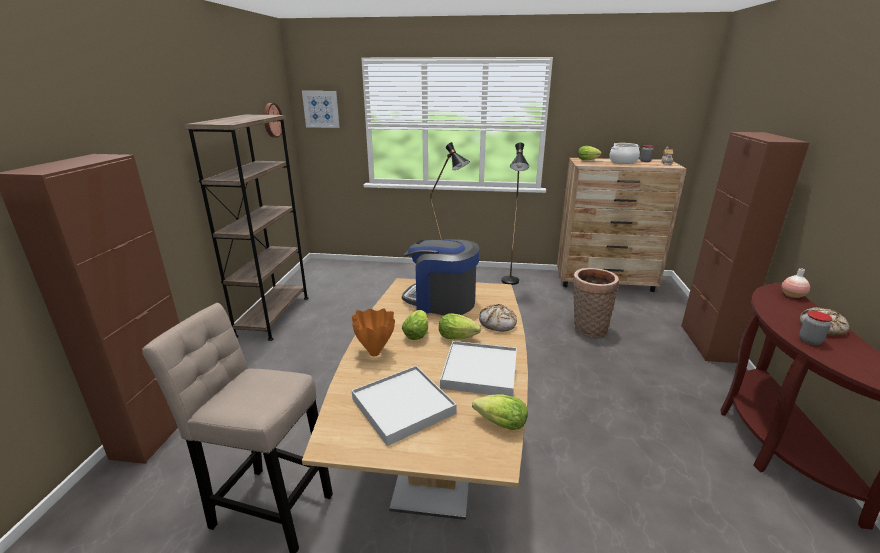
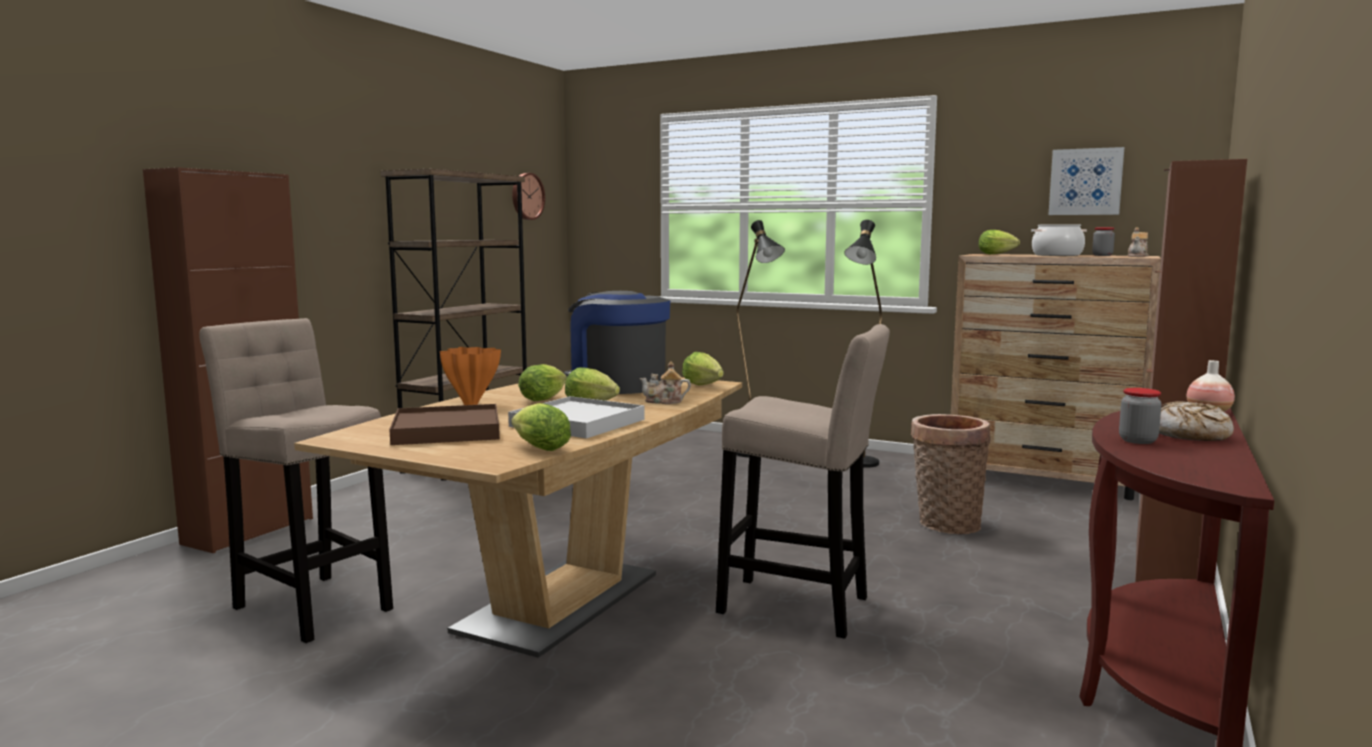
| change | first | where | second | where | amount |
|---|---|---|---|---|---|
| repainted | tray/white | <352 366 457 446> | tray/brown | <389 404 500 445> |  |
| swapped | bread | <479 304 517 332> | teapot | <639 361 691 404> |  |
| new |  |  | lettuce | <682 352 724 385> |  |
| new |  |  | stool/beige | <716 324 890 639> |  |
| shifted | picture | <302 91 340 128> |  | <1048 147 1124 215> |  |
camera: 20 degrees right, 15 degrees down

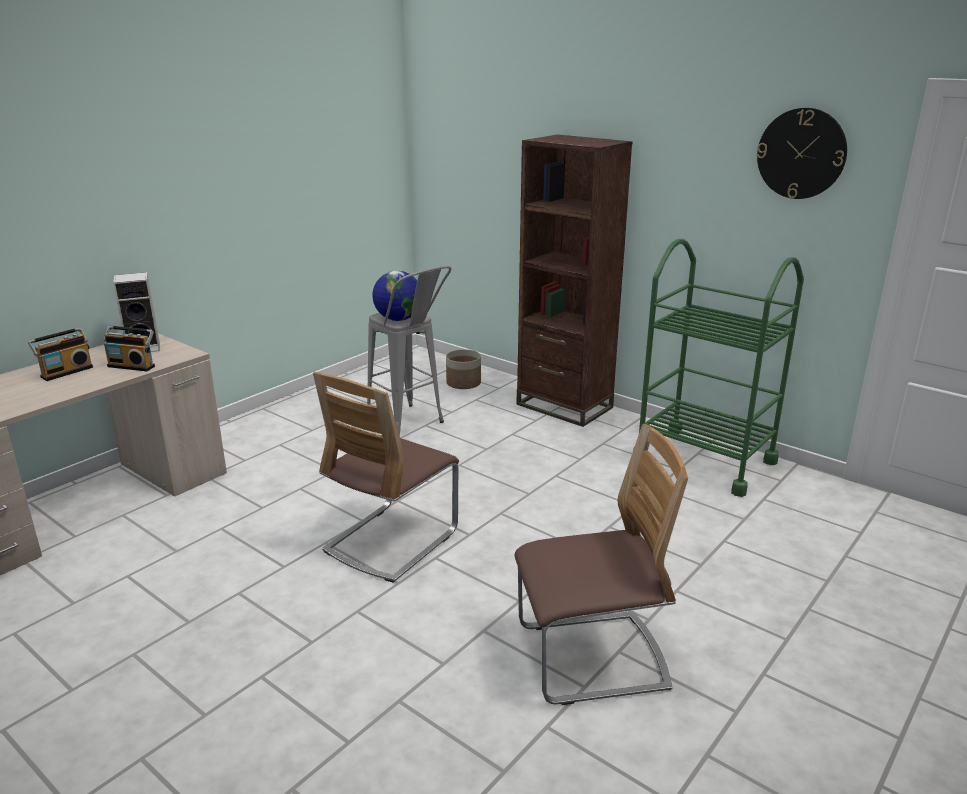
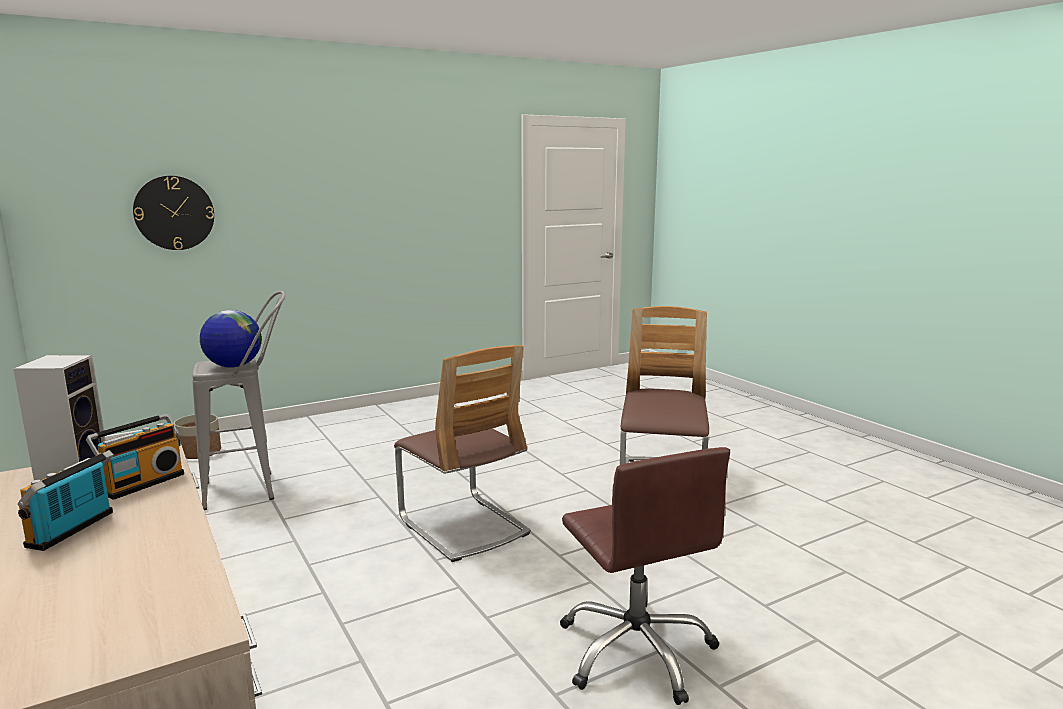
| change | first | where | second | where | amount |
|---|---|---|---|---|---|
| rotated | radio | <28 327 93 381> |  | <18 450 114 551> | 135 degrees counterclockwise |
| shifted | wall clock | <757 108 847 199> |  | <133 176 214 250> |  |
| new |  |  | office chair/brown | <560 447 730 705> |  |
| gone | bookcase/brown | <517 135 633 427> |  |  |  |
| gone | cart/green | <633 239 804 497> |  |  |  |
camera: 70 degrees left, 10 degrees down

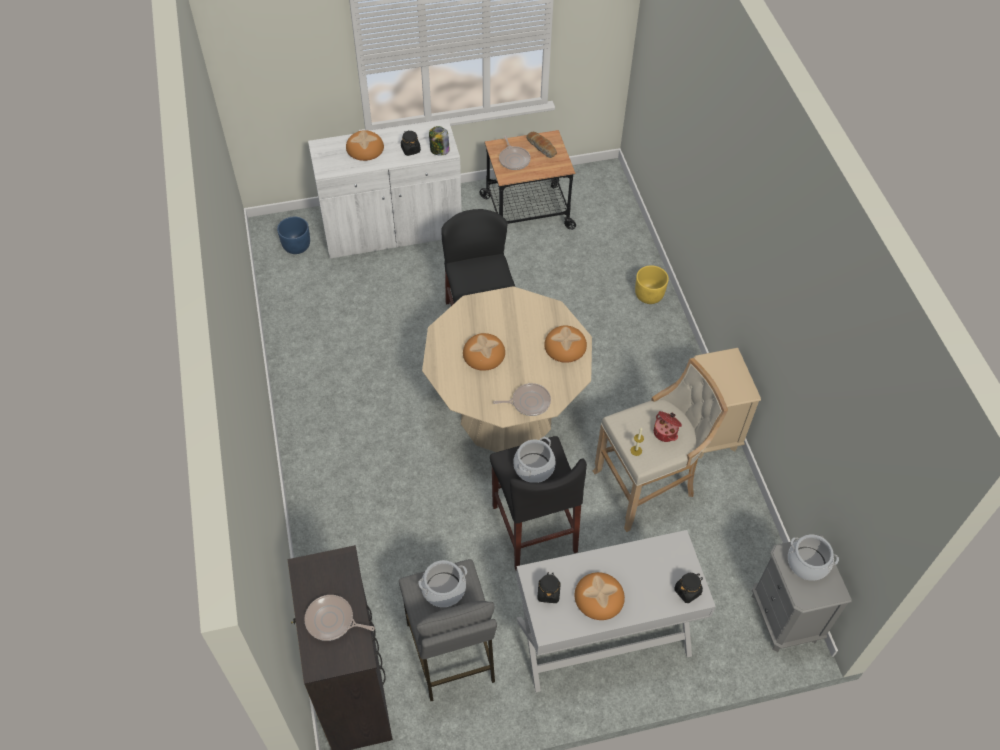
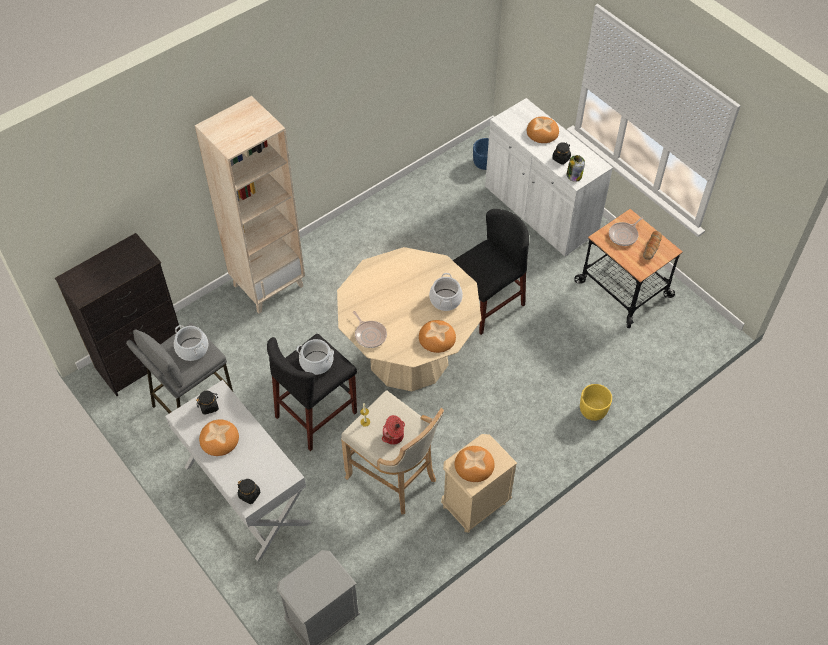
| change | first | where | second | where | amount |
|---|---|---|---|---|---|
| new |  |  | bookcase/beige | <195 96 305 314> |  |
| shifted | cooking pot | <788 535 839 581> |  | <429 273 463 311> |  |
| shifted | bread | <463 333 505 371> |  | <455 446 495 482> |  |
| gone | frying pan | <304 595 375 641> |  |  |  |
camera: 65 degrees right, 0 degrees up

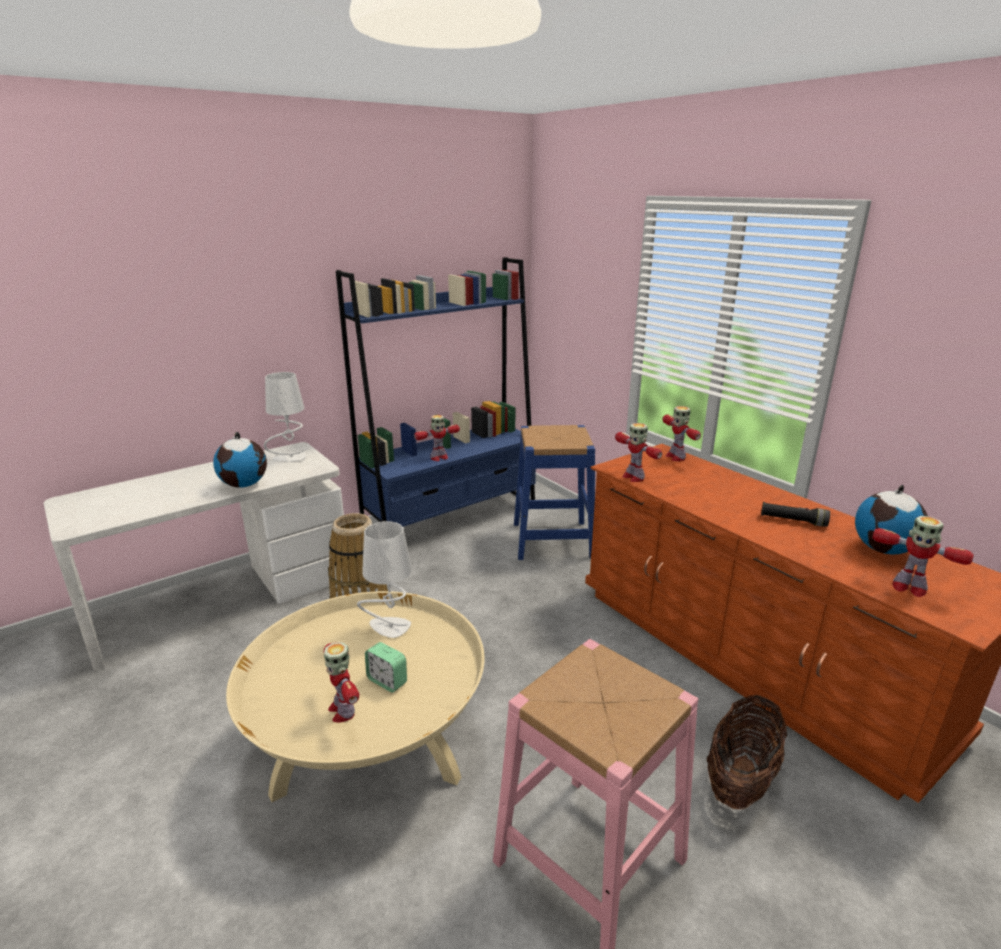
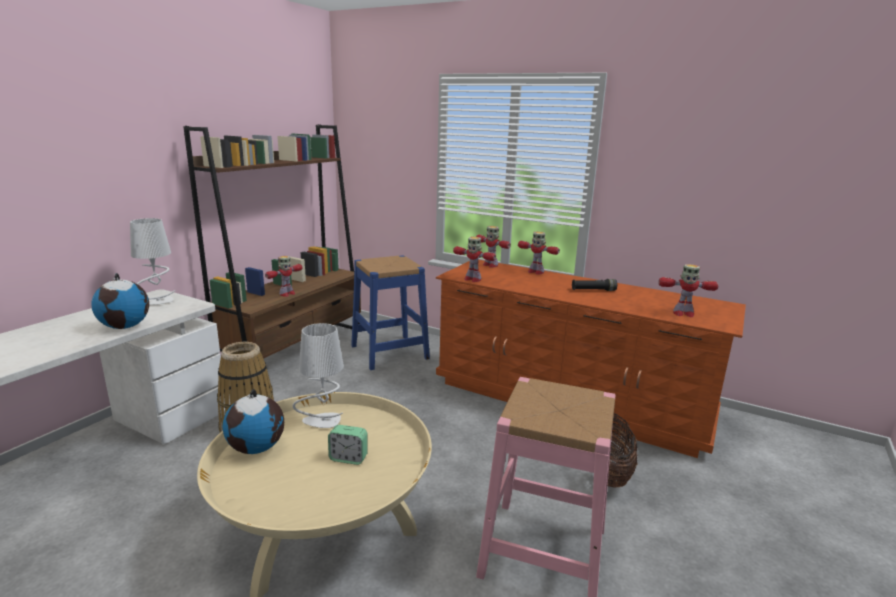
| change | first | where | second | where | amount |
|---|---|---|---|---|---|
| repainted | bookcase/blue | <336 257 536 527> | bookcase/brown | <184 124 361 359> |  |
| shifted | globe | <855 485 928 555> |  | <223 389 284 454> |  |
| shifted | toy robot | <324 642 359 722> |  | <518 232 560 275> |  |
camera: 25 degrees left, 5 degrees down

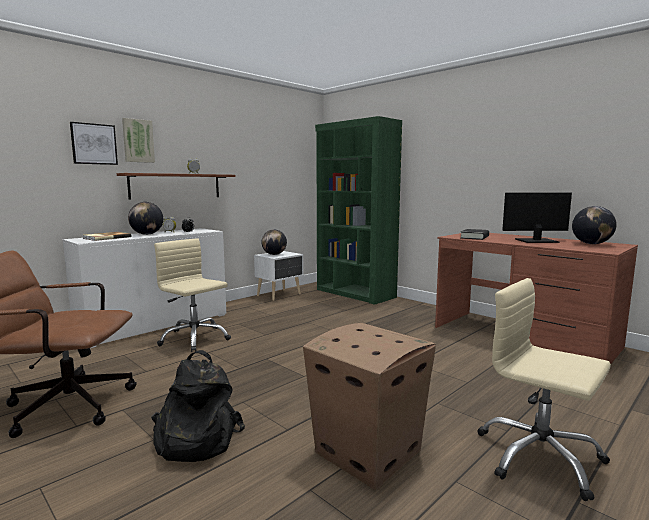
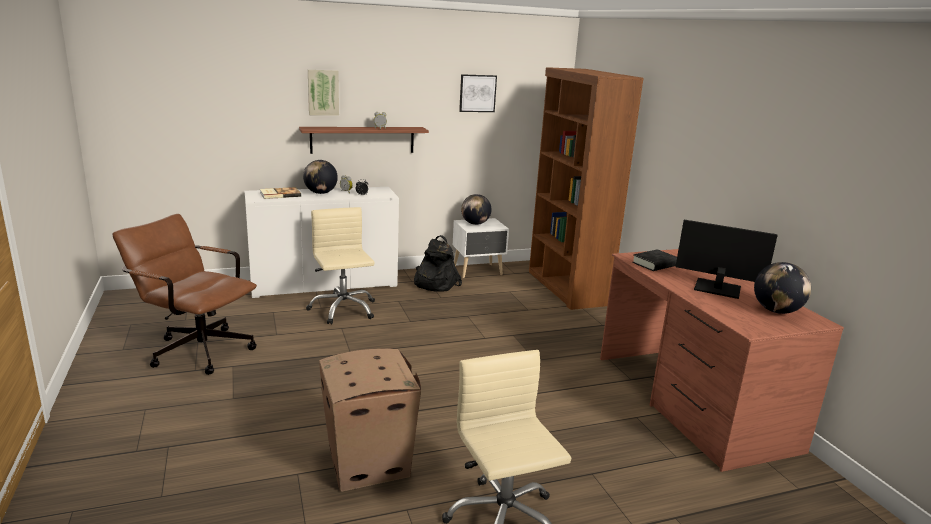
| change | first | where | second | where | amount |
|---|---|---|---|---|---|
| shifted | backpack/black | <151 350 245 462> |  | <414 235 462 291> |  |
| shifted | picture | <70 122 118 165> |  | <459 74 497 112> |  |
| repainted | bookcase/green | <315 116 402 305> | bookcase/brown | <529 67 644 310> |  |
camera: 25 degrees right, 10 degrees up

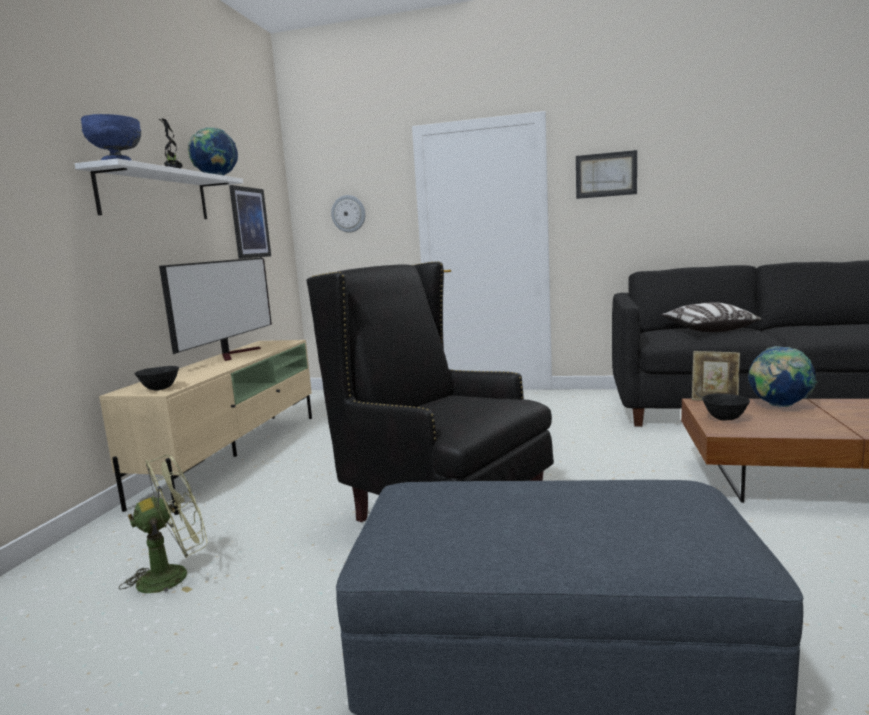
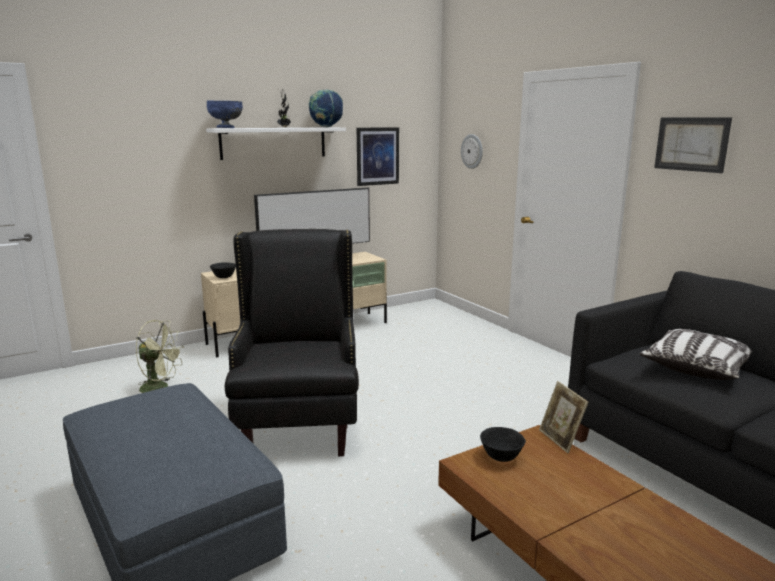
| change | first | where | second | where | amount |
|---|---|---|---|---|---|
| gone | globe | <748 346 817 407> |  |  |  |
camera: 45 degrees right, 5 degrees up

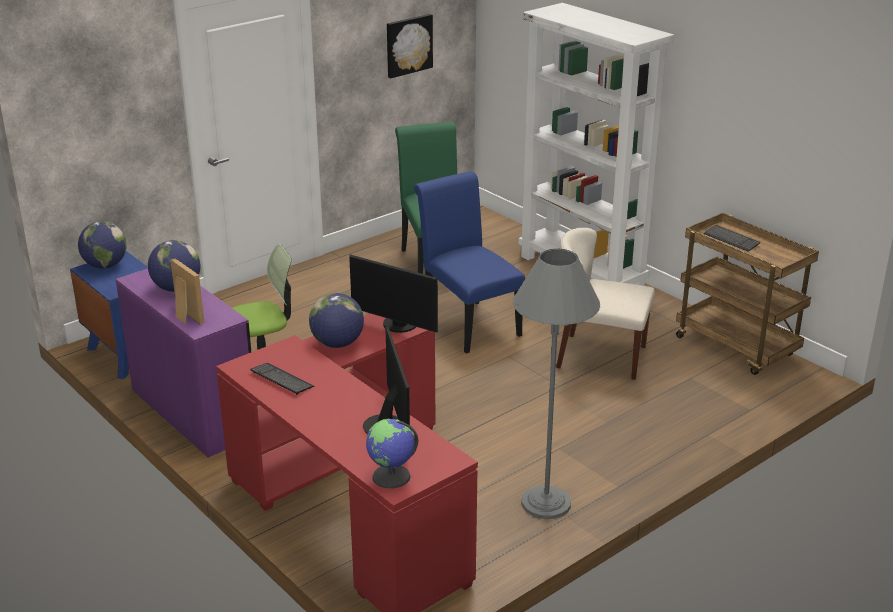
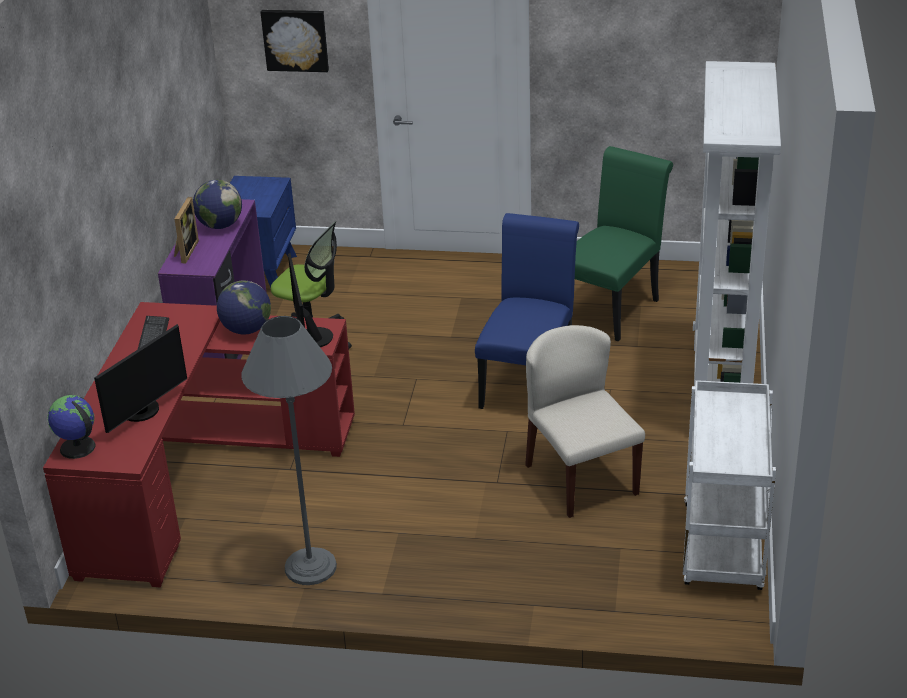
| change | first | where | second | where | amount |
|---|---|---|---|---|---|
| shifted | picture | <387 14 433 78> |  | <260 10 329 72> |  |
| repainted | cart/brown | <676 213 819 375> | cart/white | <683 380 776 590> |  |
| gone | globe | <78 221 127 268> |  |  |  |
| gone | keyboard | <703 225 760 252> |  |  |  |
camera: 50 degrees right, 5 degrees up

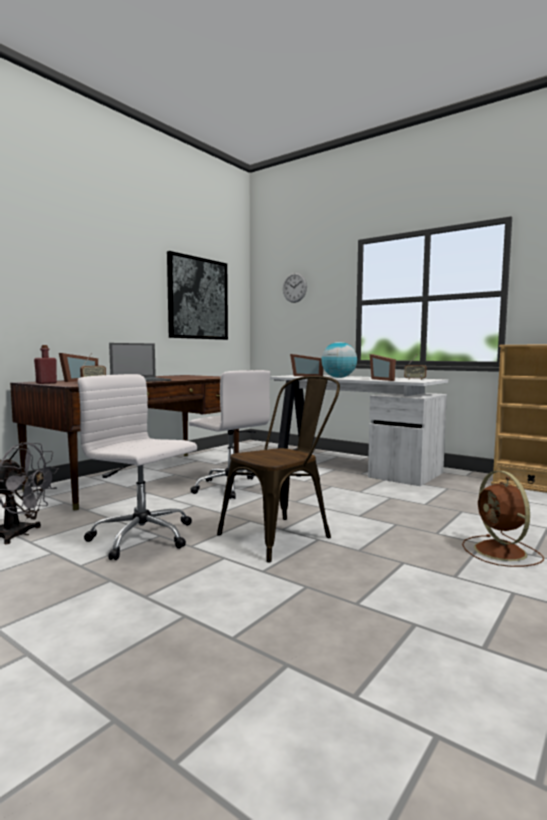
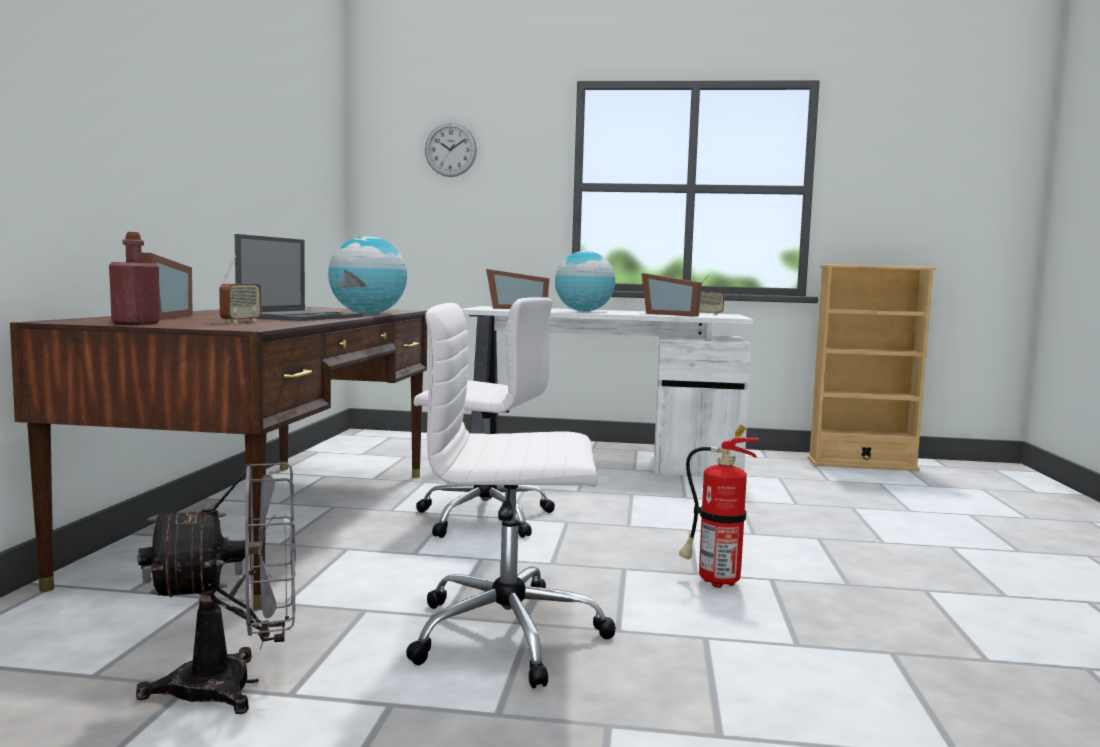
| change | first | where | second | where | amount |
|---|---|---|---|---|---|
| new |  |  | globe | <328 236 407 314> |  |
| swapped | chair/brown | <217 376 340 563> | fire extinguisher | <679 424 759 588> |  |
| gone | picture | <167 251 228 340> |  |  |  |
| gone | fan/brown | <462 471 544 567> |  |  |  |
camera: 30 degrees left, 0 degrees up

